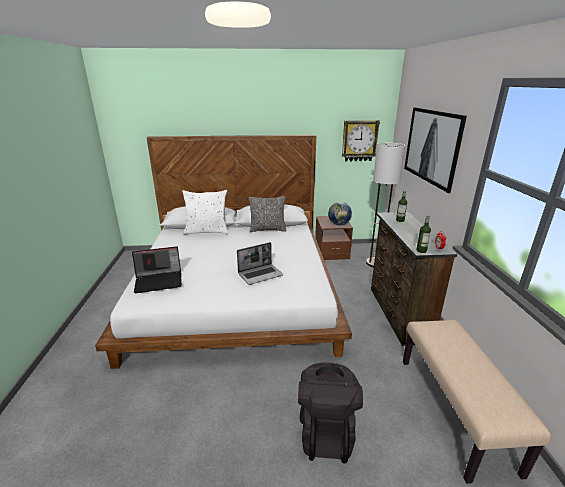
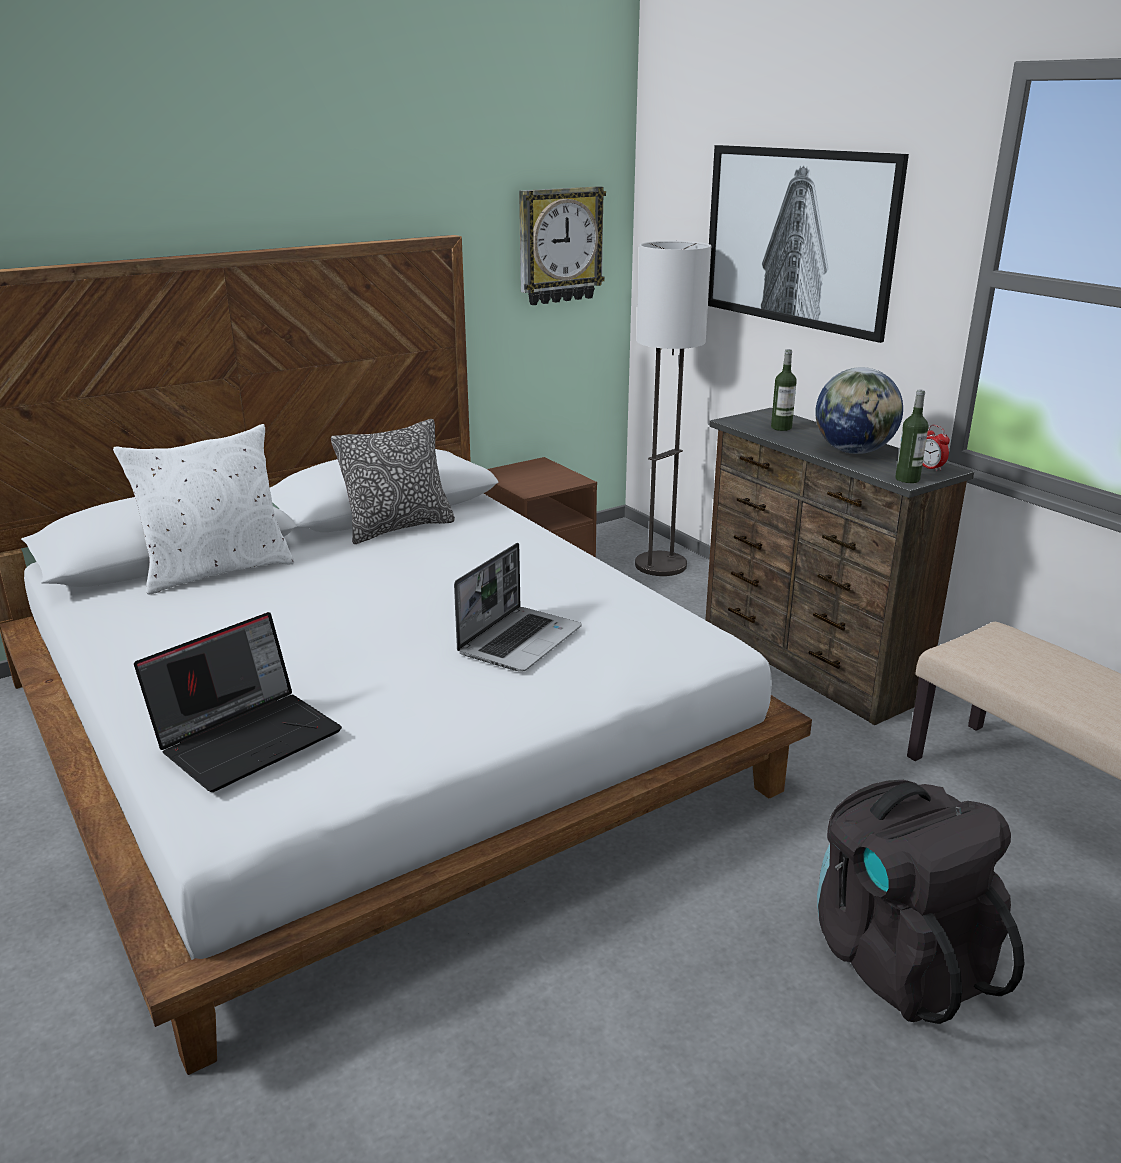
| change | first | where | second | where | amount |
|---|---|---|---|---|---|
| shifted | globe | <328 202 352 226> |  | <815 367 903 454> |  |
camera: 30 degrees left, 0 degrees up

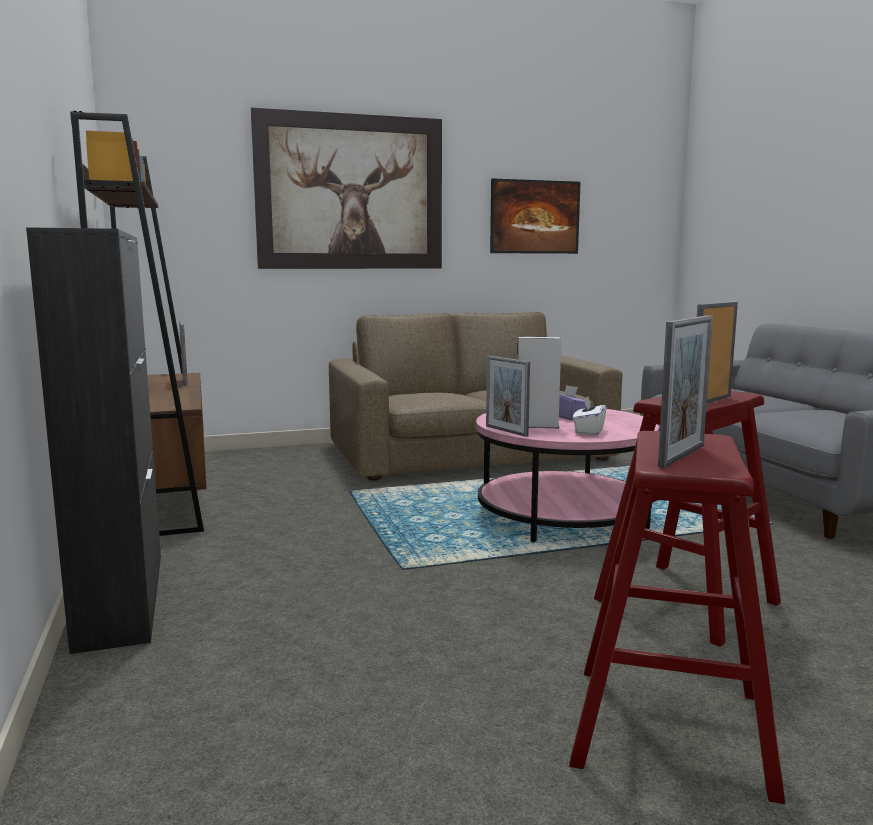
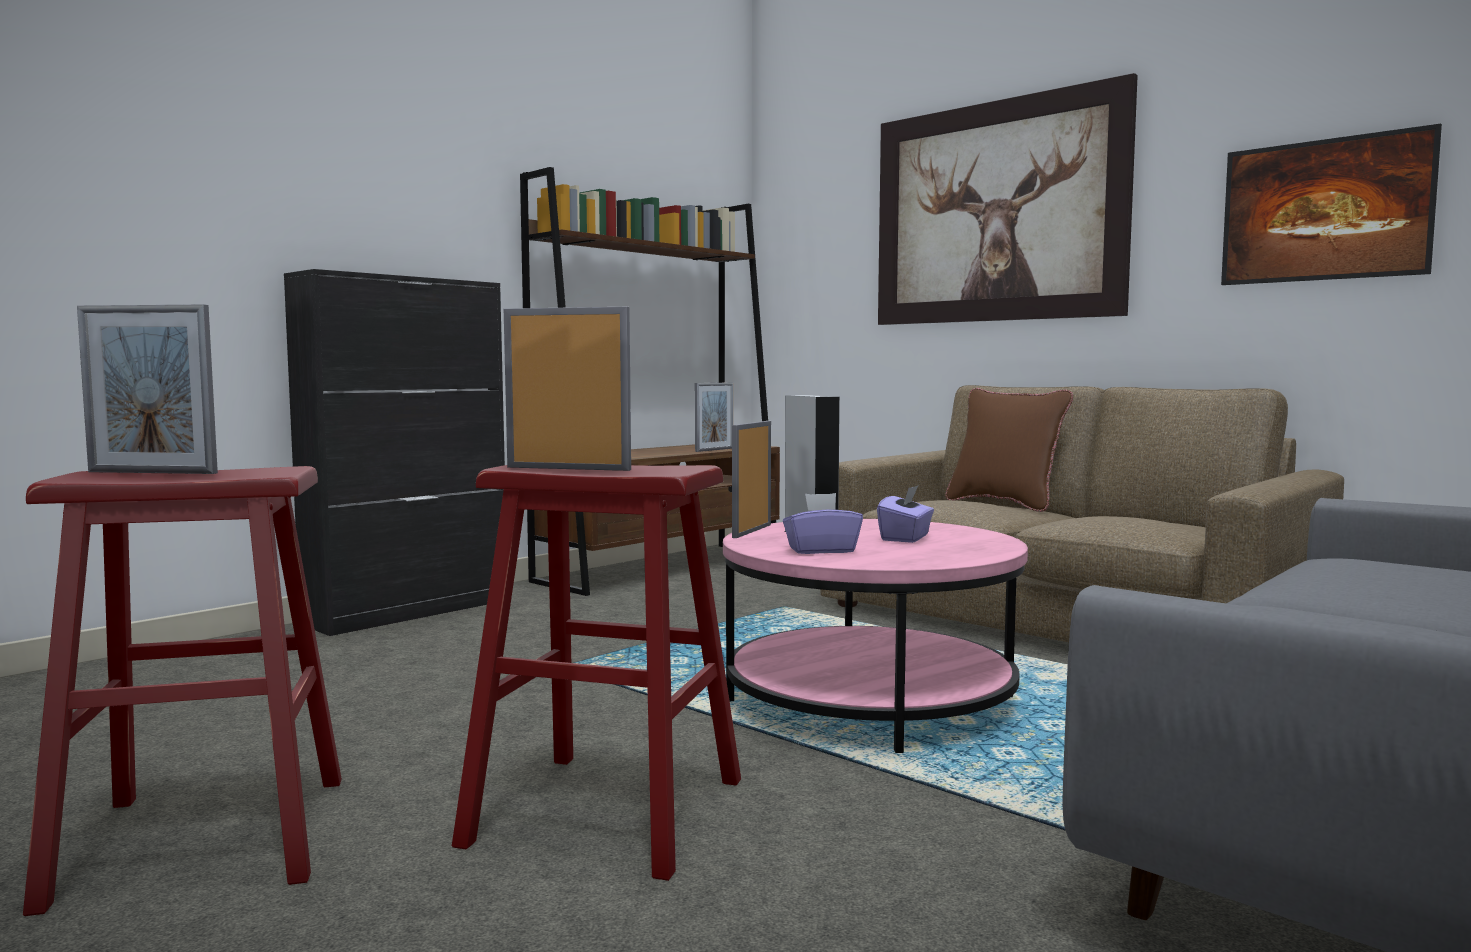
| change | first | where | second | where | amount |
|---|---|---|---|---|---|
| repainted | tissue box/white | <573 397 606 435> | tissue box/purple | <783 493 863 554> |  |
| new |  |  | pillow/brown | <945 388 1073 512> |  |
camera: 60 degrees right, 5 degrees down

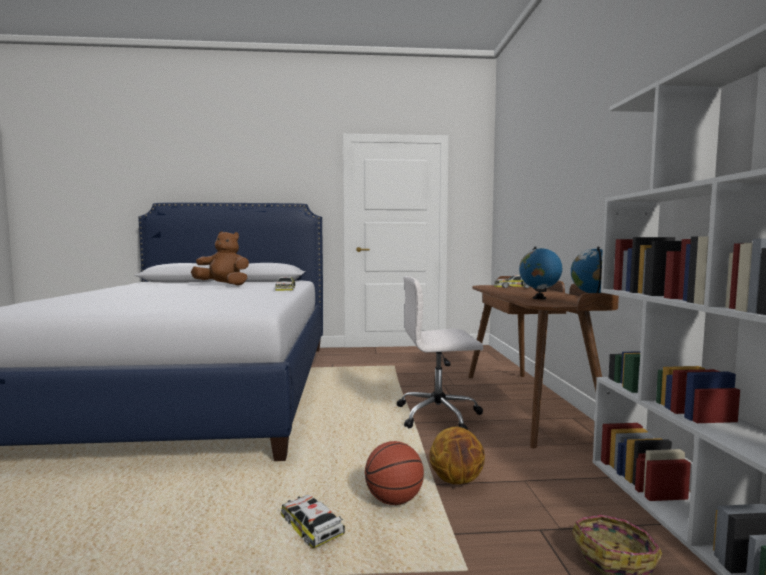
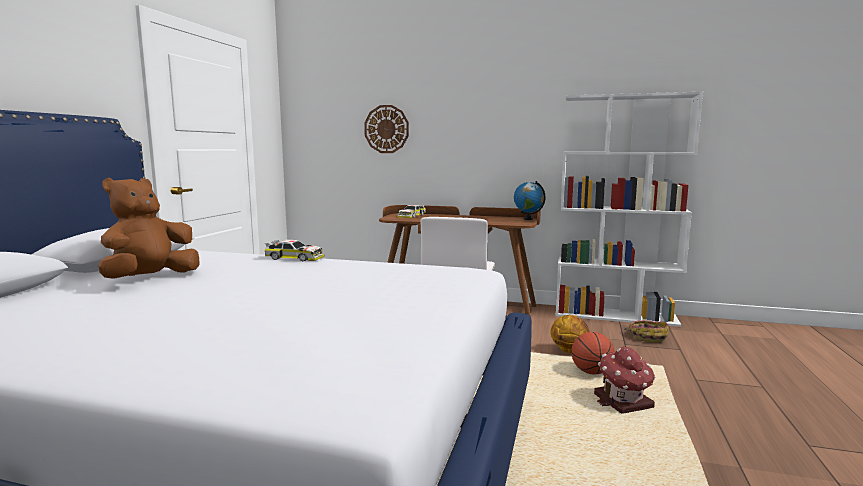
| change | first | where | second | where | amount |
|---|---|---|---|---|---|
| new |  |  | wall clock | <364 105 409 153> |  |
| swapped | toy car | <281 495 345 549> | toy house | <594 347 655 414> |  |
| gone | globe | <519 246 562 299> |  |  |  |
camera: 70 degrees left, 5 degrees up

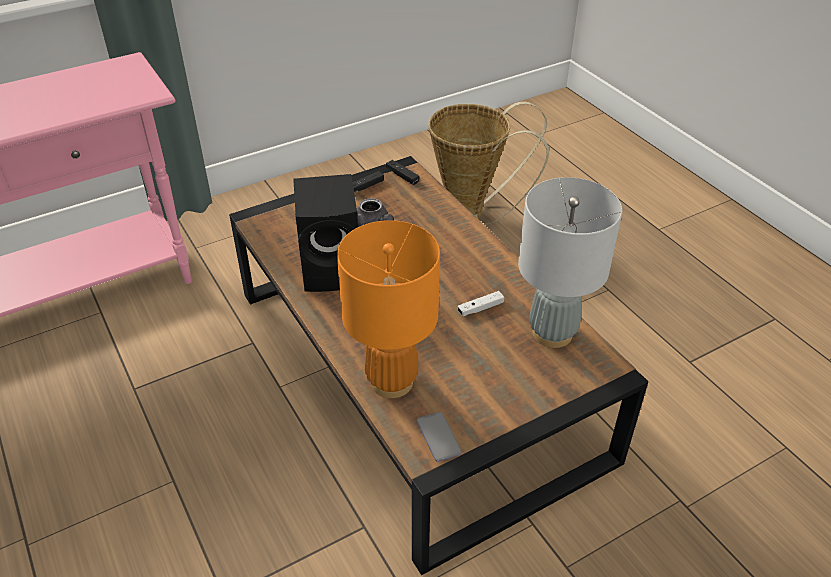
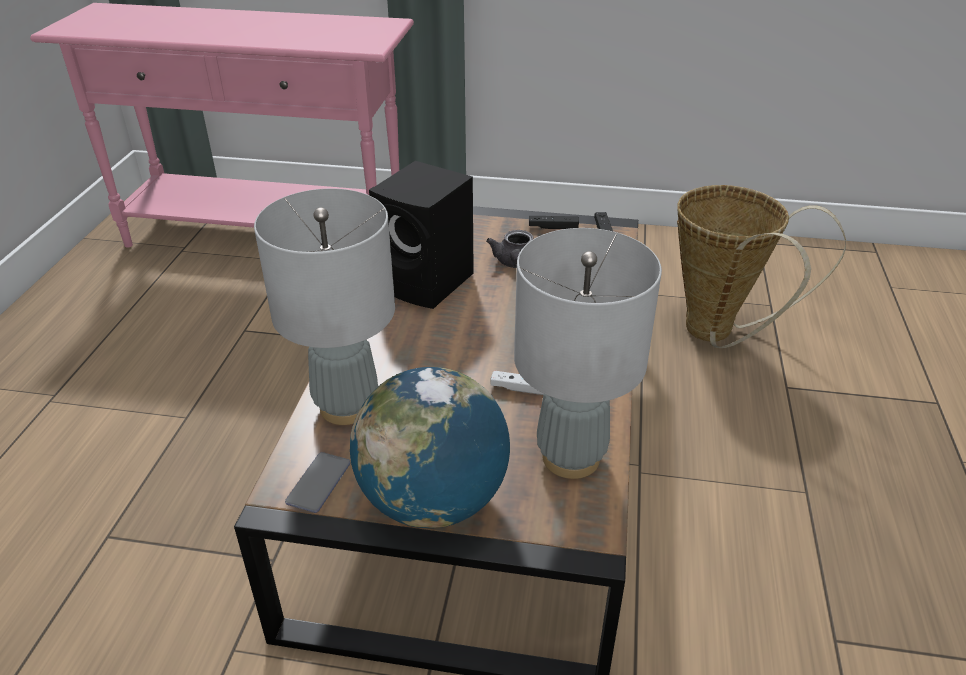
| change | first | where | second | where | amount |
|---|---|---|---|---|---|
| repainted | table lamp/orange | <337 220 440 398> | table lamp/grey | <254 189 395 425> |  |
| new |  |  | globe | <350 367 510 528> |  |
camera: 40 degrees right, 5 degrees down

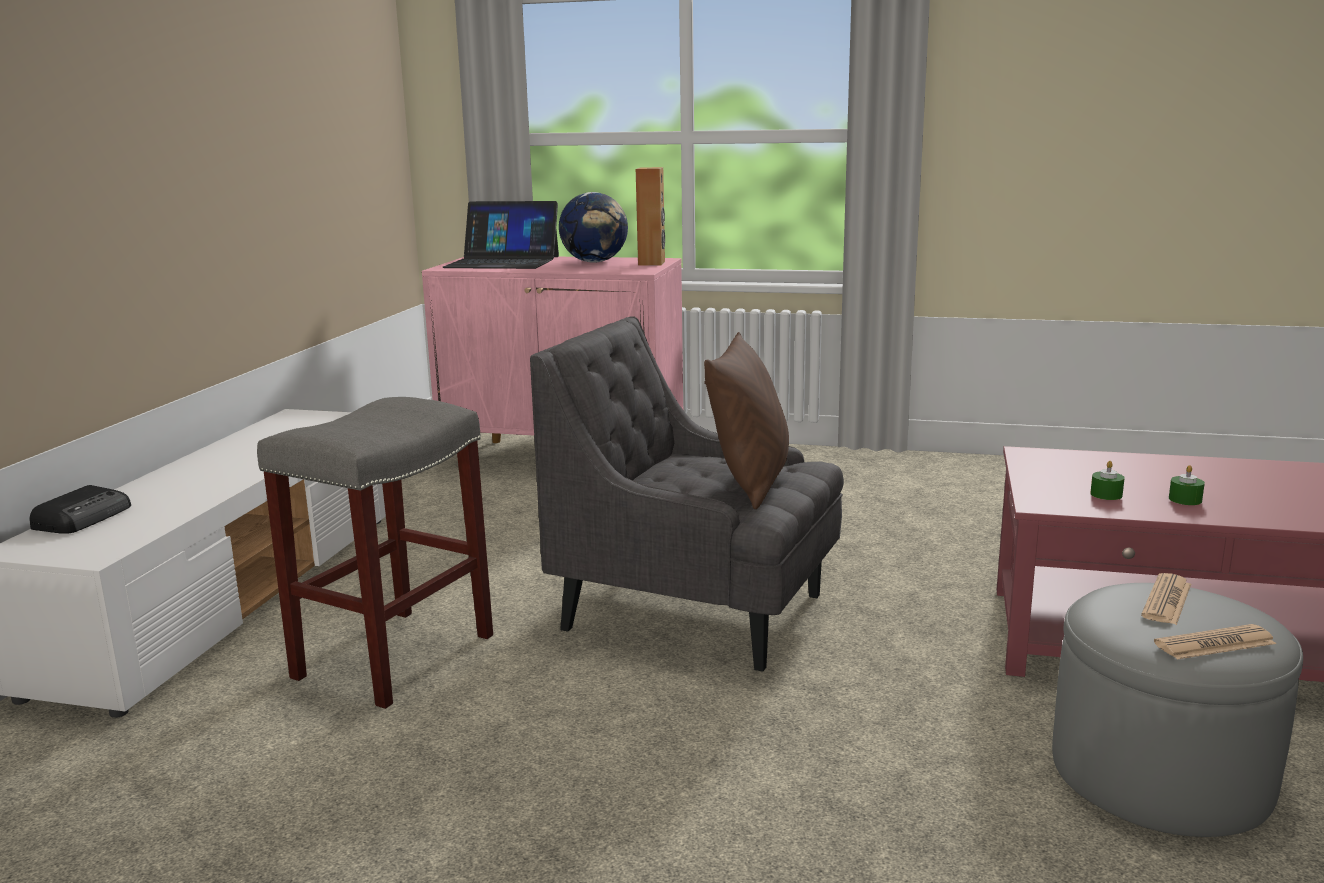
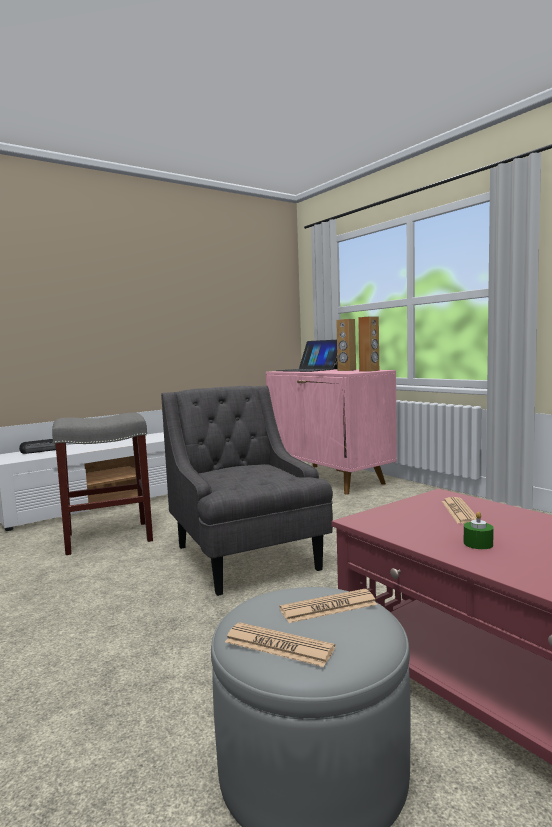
| change | first | where | second | where | amount |
|---|---|---|---|---|---|
| swapped | globe | <559 192 628 263> | speaker/brown | <336 319 356 371> |  |
| new |  |  | newspaper | <441 497 477 524> |  |
| gone | pillow/brown | <704 332 789 509> |  |  |  |
| gone | candle/green | <1090 461 1125 500> |  |  |  |
camera: 40 degrees right, 10 degrees down

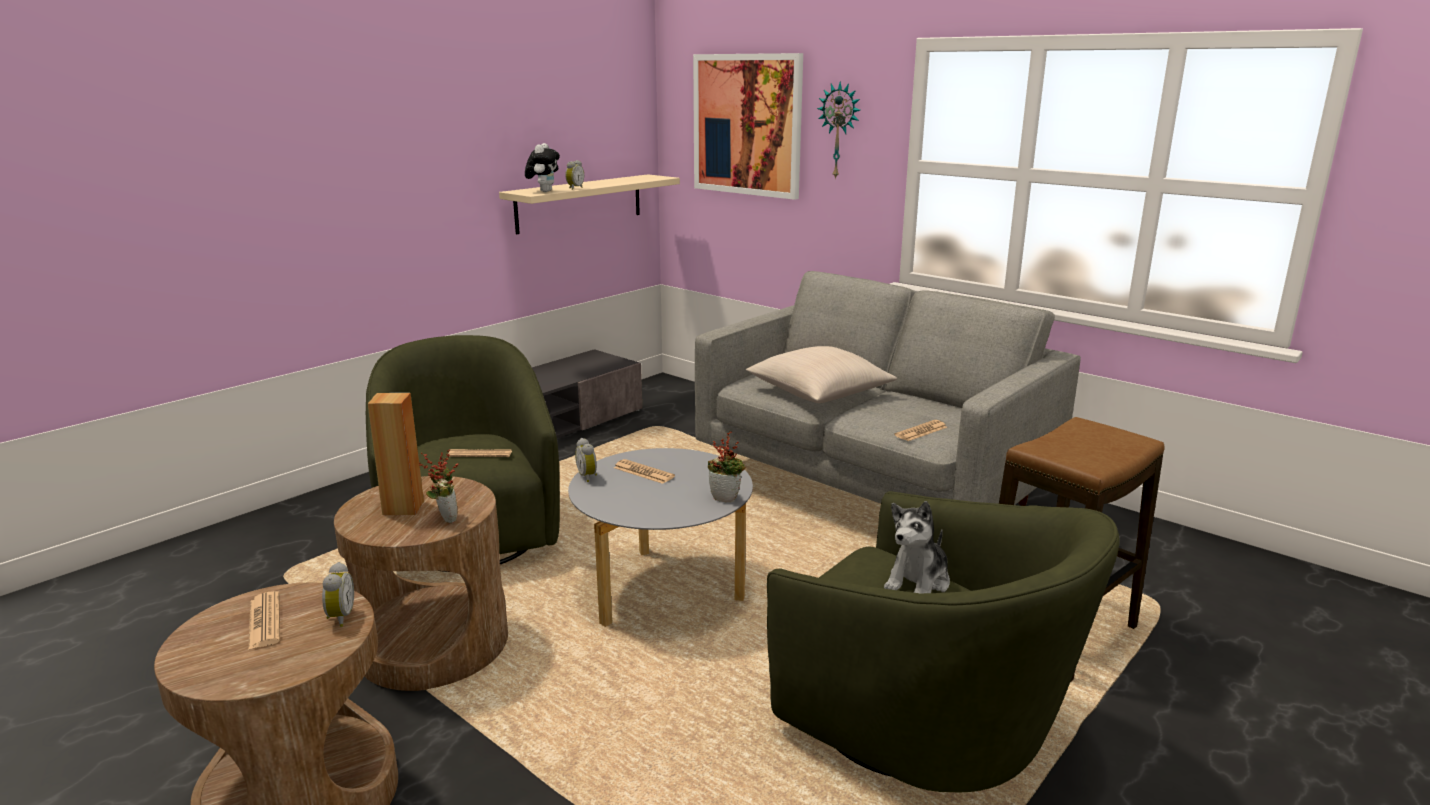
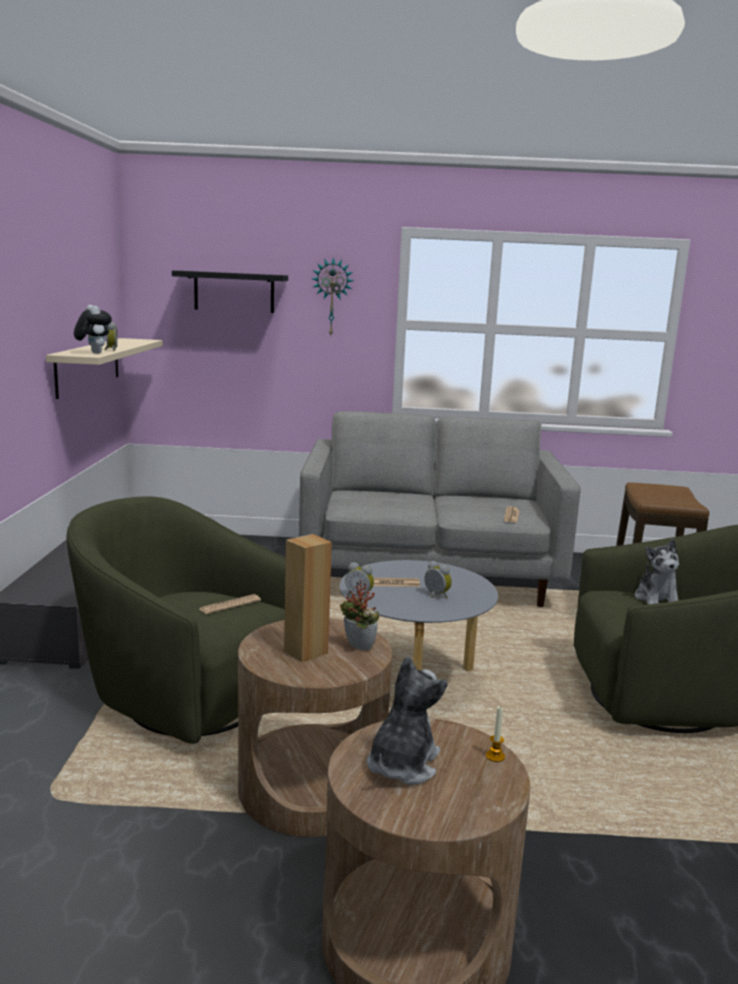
| change | first | where | second | where | amount |
|---|---|---|---|---|---|
| swapped | picture | <693 53 803 200> | shelf/black | <172 270 288 313> |  |
| swapped | newspaper | <248 591 280 650> | plush toy | <367 656 447 785> |  |
| shifted | alarm clock | <322 562 354 627> |  | <424 561 452 598> |  |
| new |  |  | candle | <486 706 505 762> |  |
| gone | potted plant | <708 431 746 503> |  |  |  |
| gone | pillow/beige | <746 346 897 403> |  |  |  |
camera: 40 degrees left, 5 degrees down

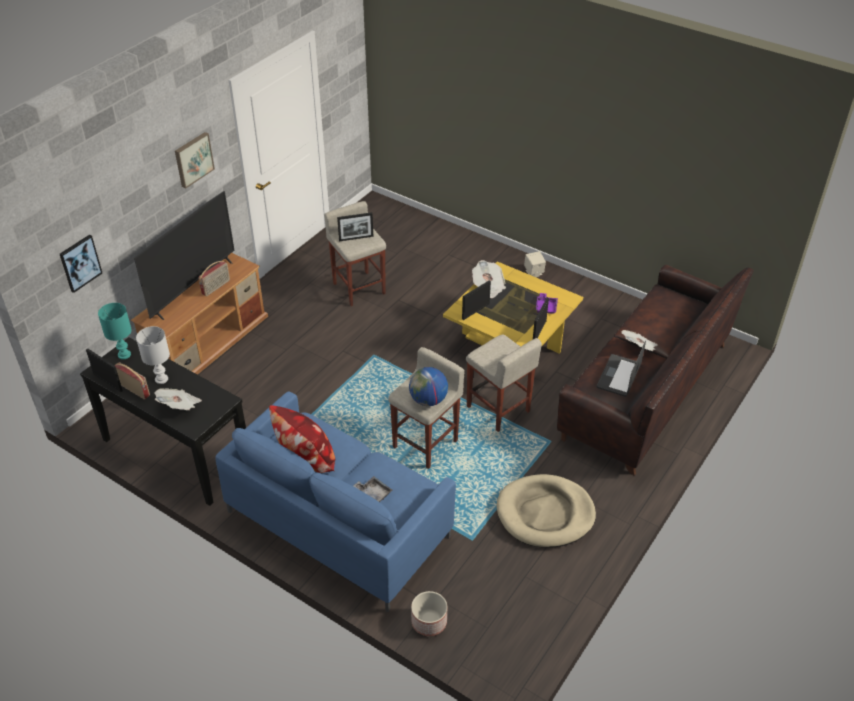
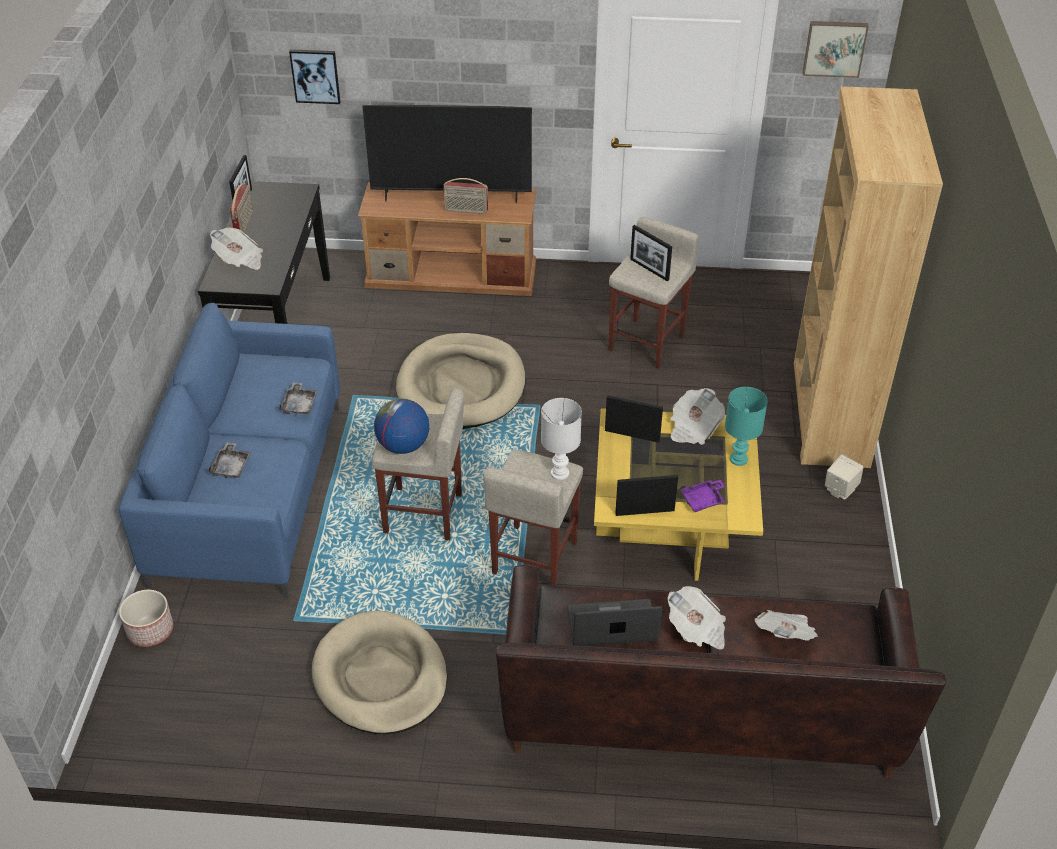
| change | first | where | second | where | amount |
|---|---|---|---|---|---|
| new |  |  | tray/grey | <279 382 318 415> |  |
| new |  |  | dog bed/beige | <396 333 525 429> |  |
| shifted | table lamp/white | <136 326 170 384> |  | <541 398 582 480> |  |
| shifted | table lamp/turquoise | <98 303 132 360> |  | <725 387 768 466> |  |
| new |  |  | newspaper | <755 610 818 641> |  |
| new |  |  | bookcase/brown | <794 87 943 468> |  |
| shifted | picture | <175 132 215 188> |  | <802 21 869 78> |  |
| gone | pillow | <269 405 335 473> |  |  |  |
camera: 60 degrees right, 0 degrees up

